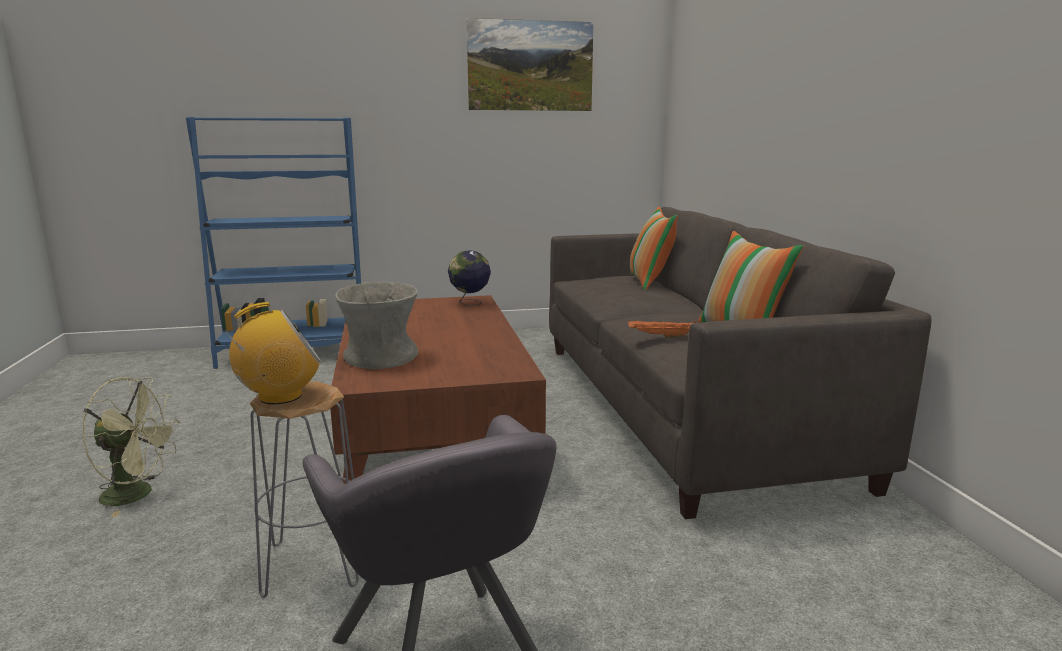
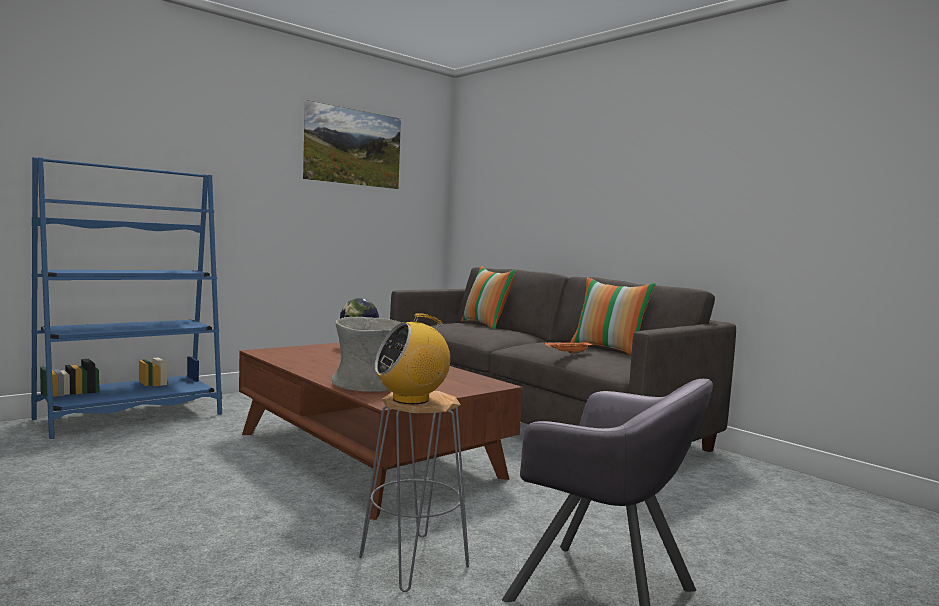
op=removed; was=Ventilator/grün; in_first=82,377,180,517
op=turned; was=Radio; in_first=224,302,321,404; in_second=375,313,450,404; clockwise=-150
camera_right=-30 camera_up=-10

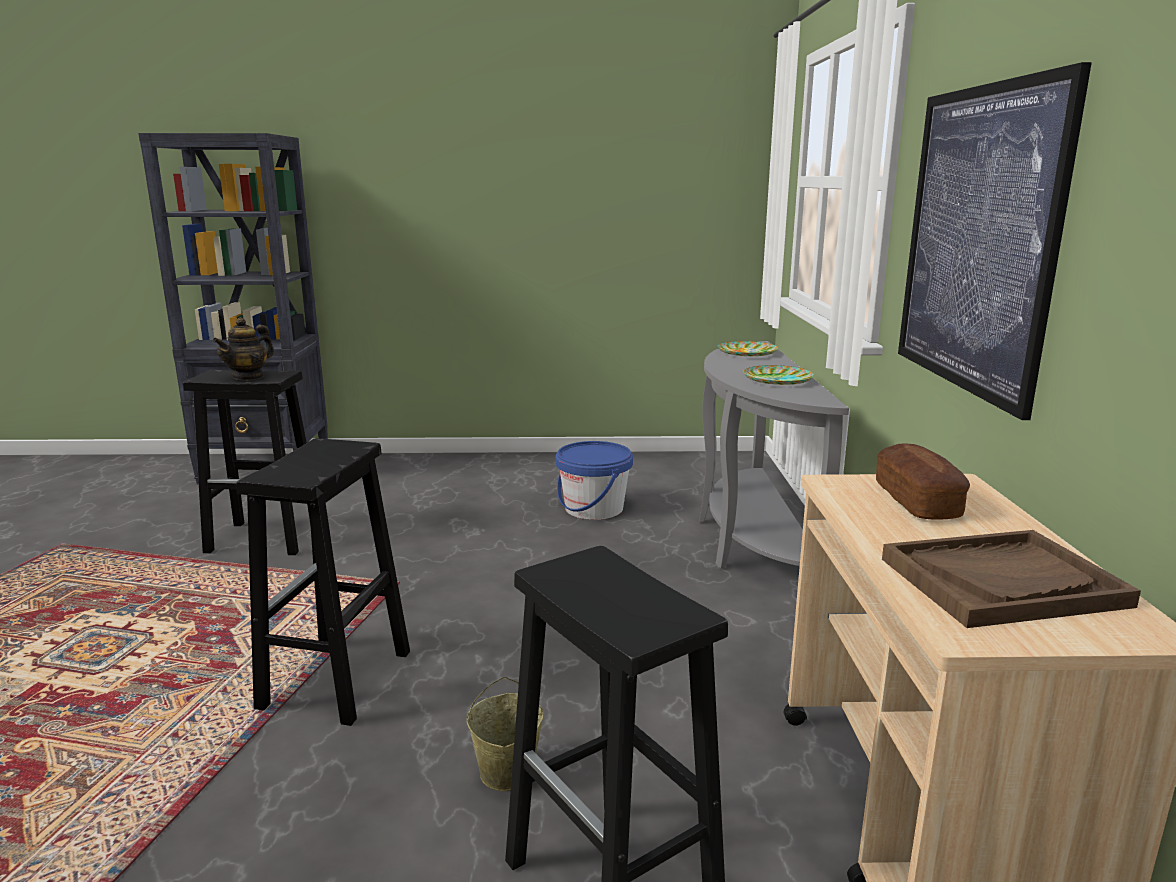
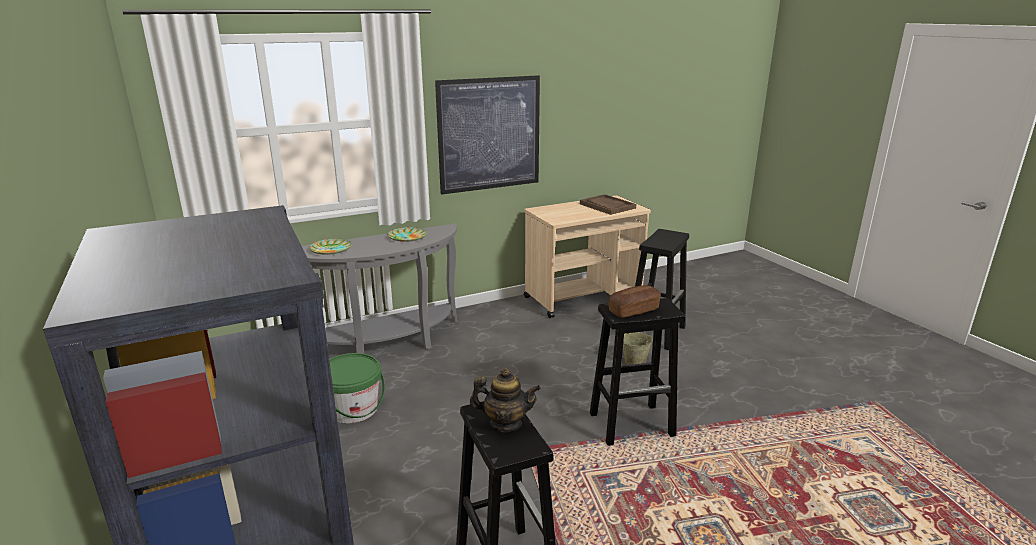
op=recoloured; was=Eimer/blau; now=Eimer/grün; in_first=556,441,633,520; in_second=329,353,385,423
op=moved; was=Brot; in_first=876,444,970,520; in_second=609,285,661,318
camera_right=-115 camera_up=5

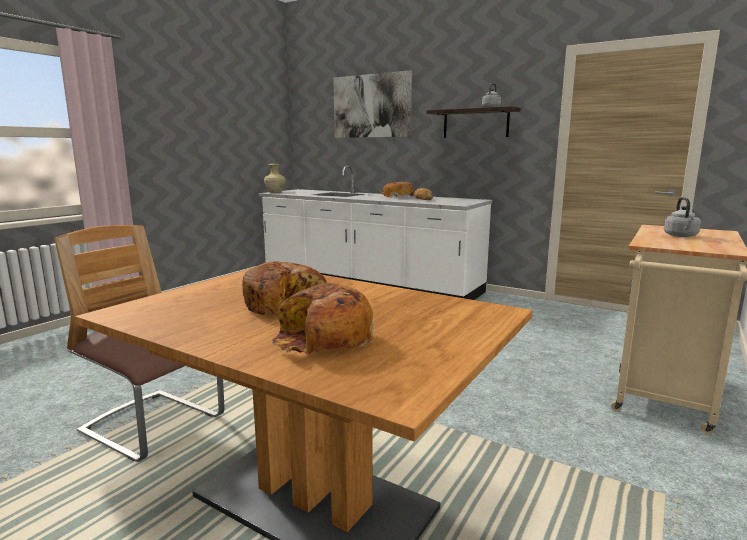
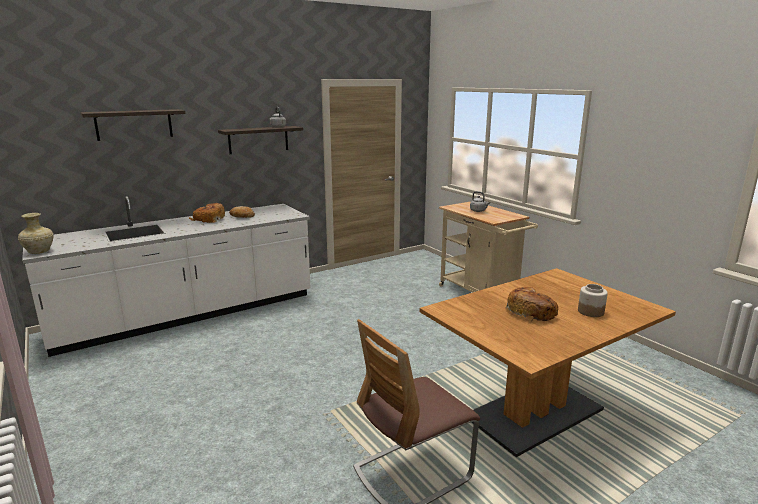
op=replaced; was=Brot; now=Vorratsglas; in_first=271,283,374,354; in_second=578,284,608,317
op=replaced; was=Bild; now=Wandregal; in_first=333,70,412,138; in_second=80,109,185,141
camera_right=-65 camera_up=5

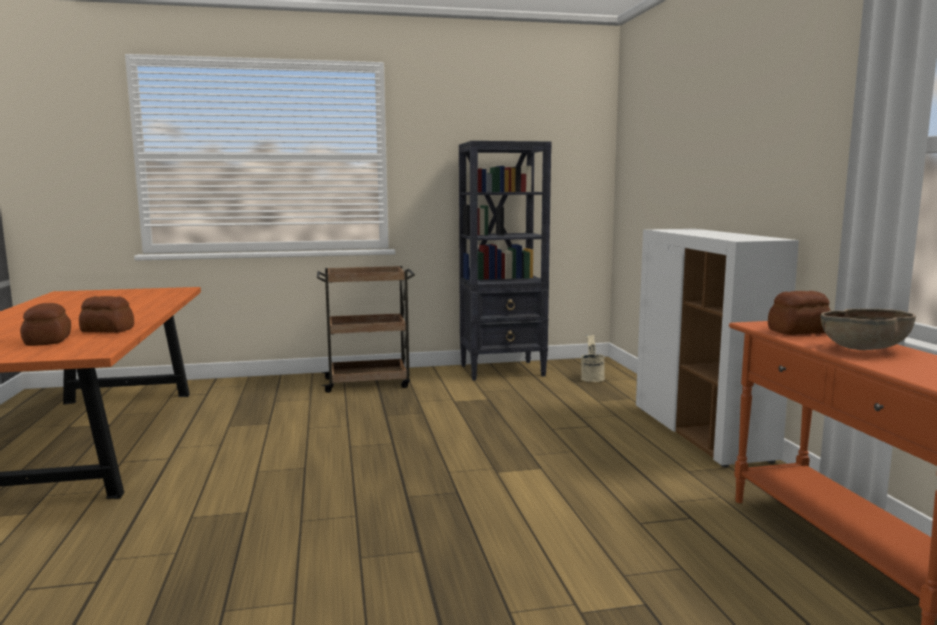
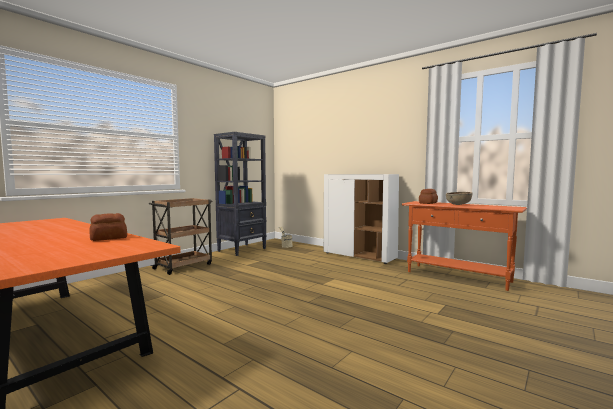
op=removed; was=Brot; in_first=20,303,71,346
camera_right=-40 camera_up=-5

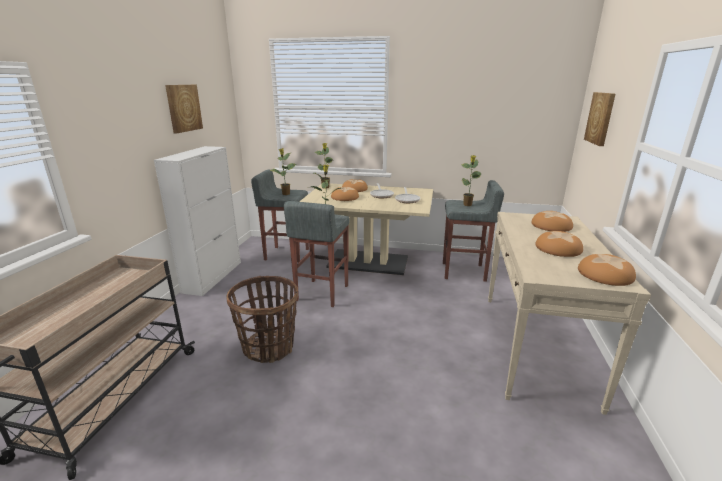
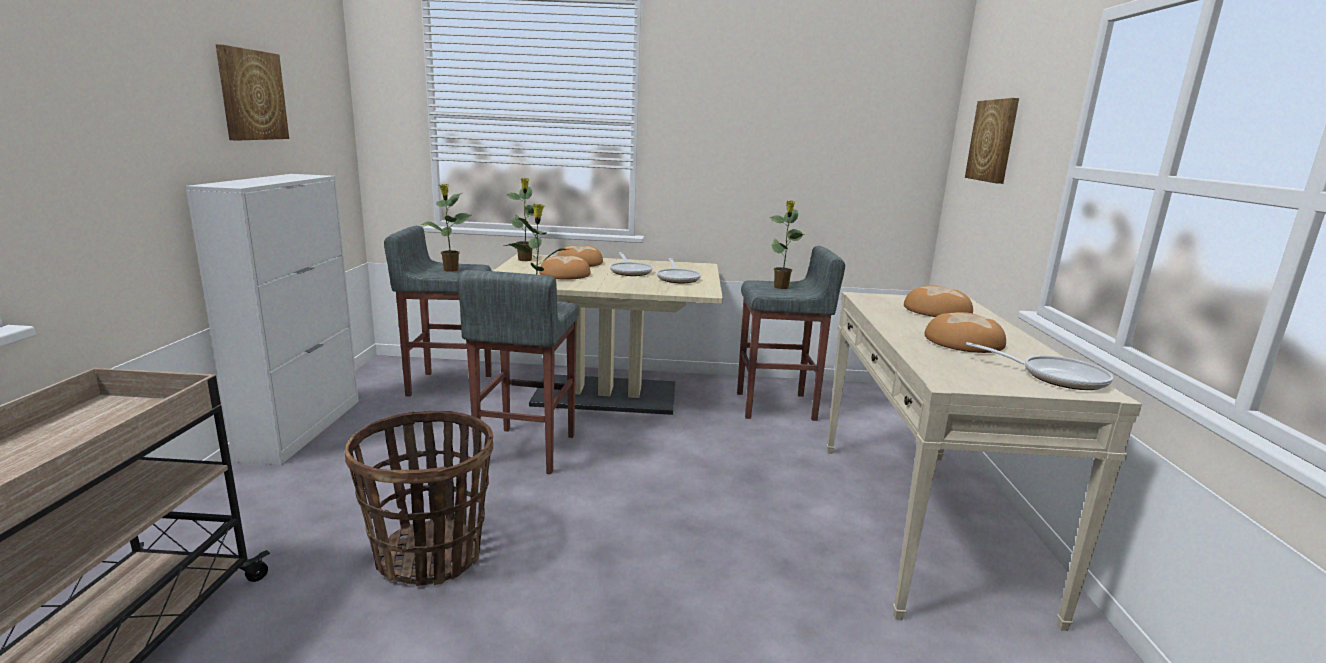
op=replaced; was=Brot; now=Pfanne; in_first=578,254,636,286; in_second=966,342,1113,390
camera_right=-10 camera_up=-5

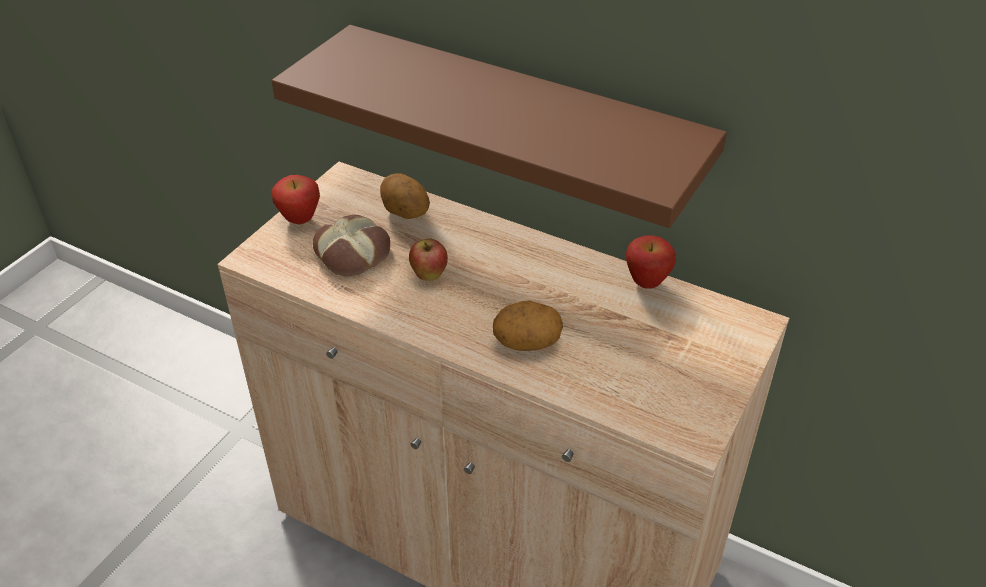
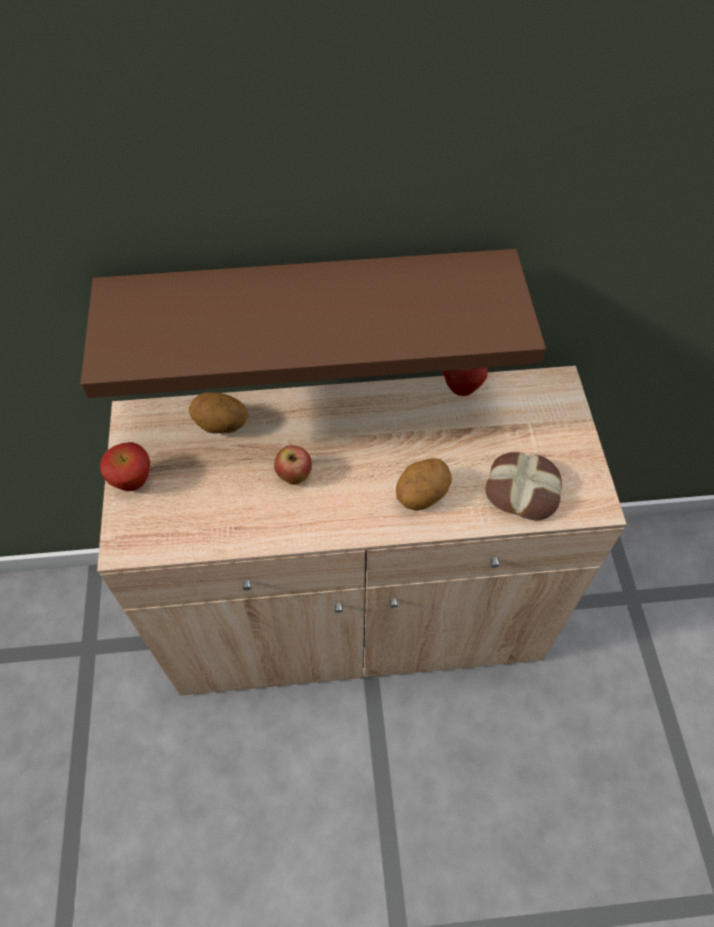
op=moved; was=Brot; in_first=313,215,390,276; in_second=485,452,562,520
camera_right=-35 camera_up=15

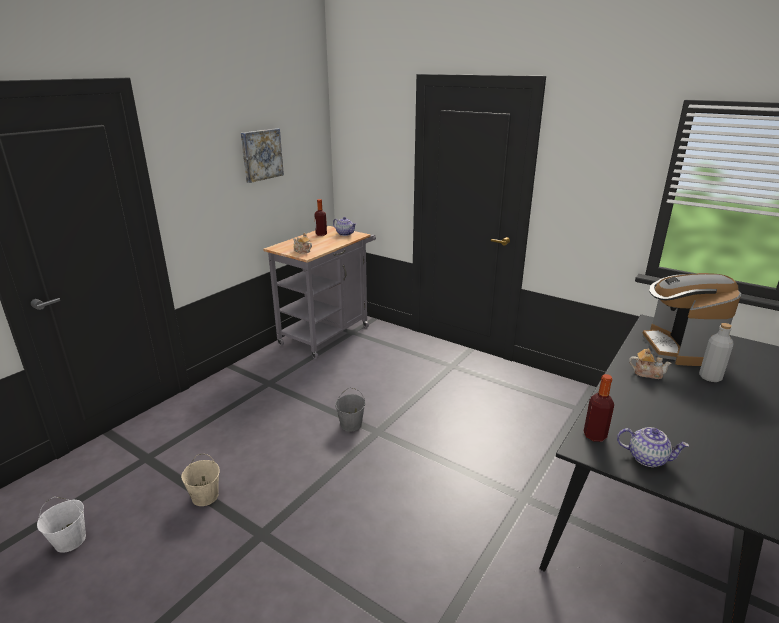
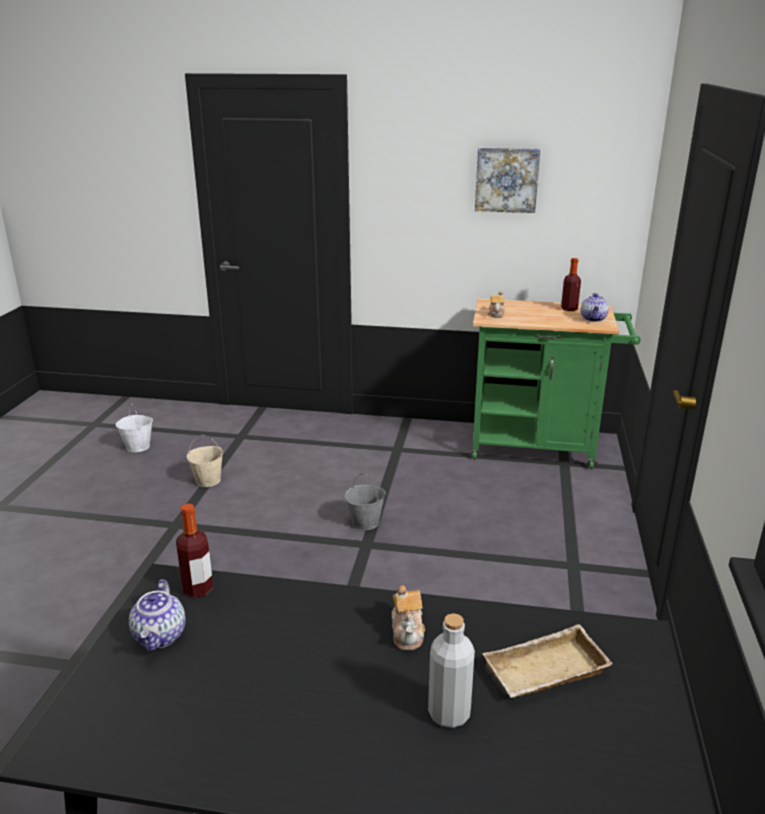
op=recoloured; was=Rollwagen/grau; now=Rollwagen/grün; in_first=263,226,376,359; in_second=472,298,641,469
op=replaced; was=Kaffeemaschine; now=Tablett/beige; in_first=642,273,741,366; in_second=482,624,613,698
camera_right=65 camera_up=0

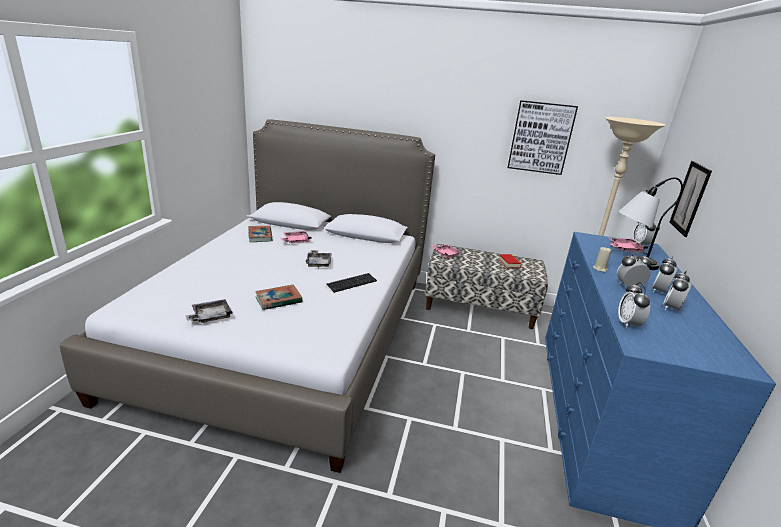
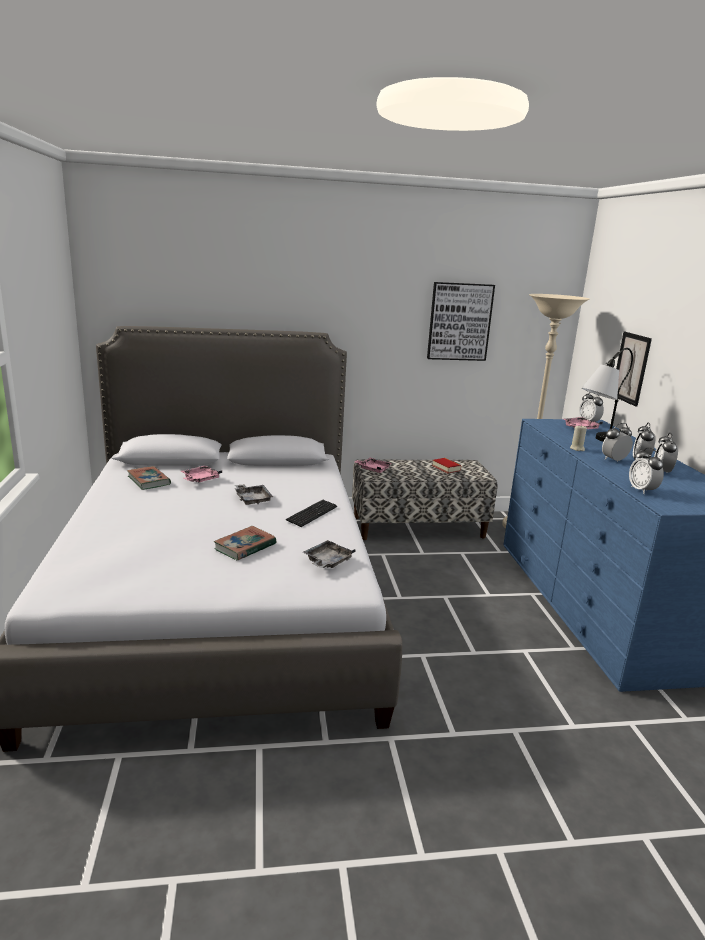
op=moved; was=Tablett/grau; in_first=186,299,232,323; in_second=303,540,356,568
camera_right=-20 camera_up=-5

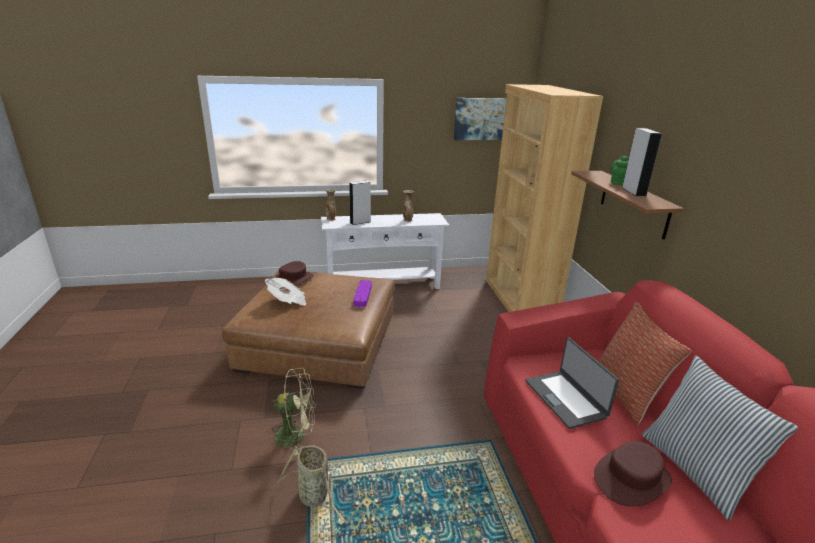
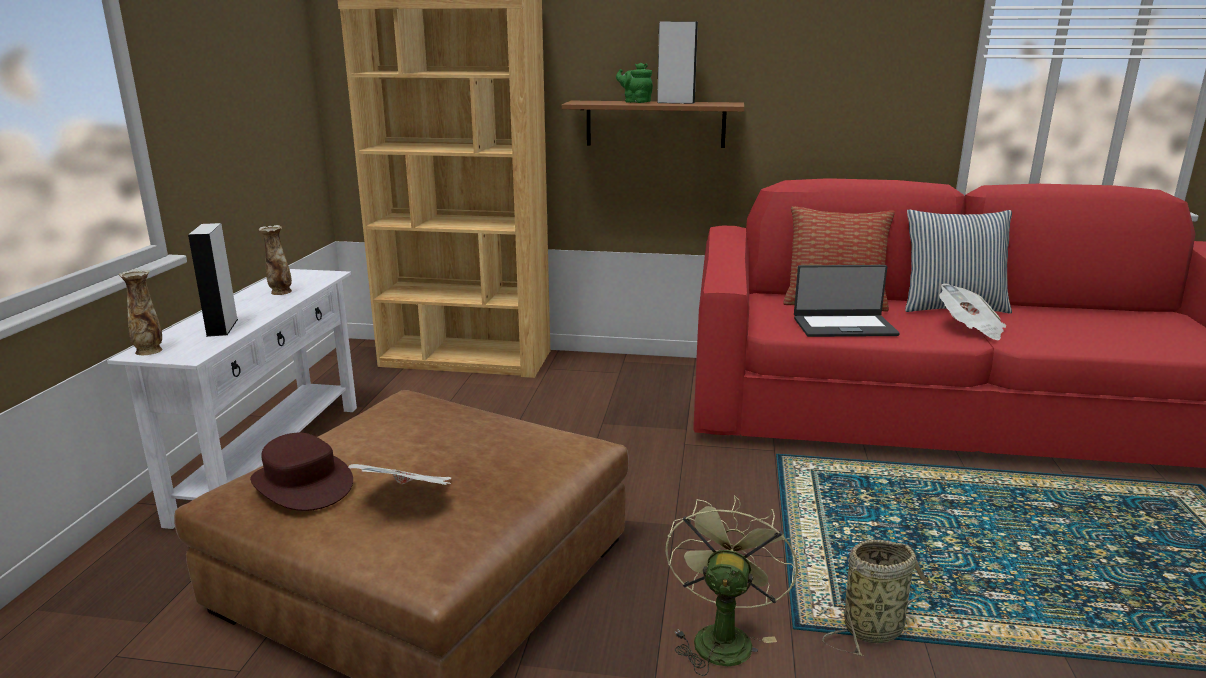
op=removed; was=Tablett/lila; in_first=353,280,372,307
op=removed; was=Bild; in_first=454,98,506,140
op=replaced; was=Hut/braun; now=Zeitung; in_first=594,441,672,507; in_second=939,283,1006,341
camera_right=-70 camera_up=-5

